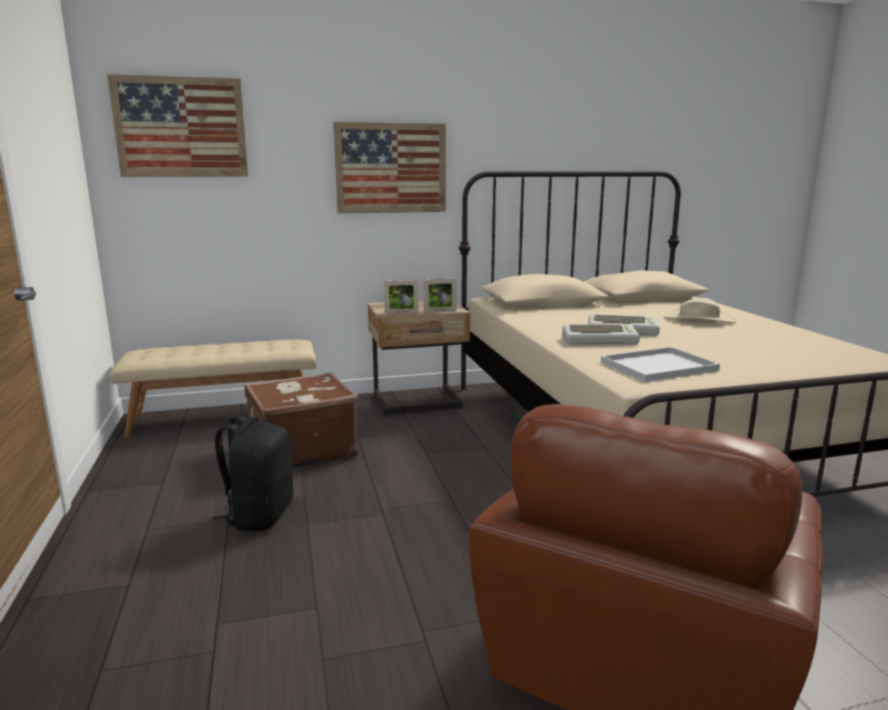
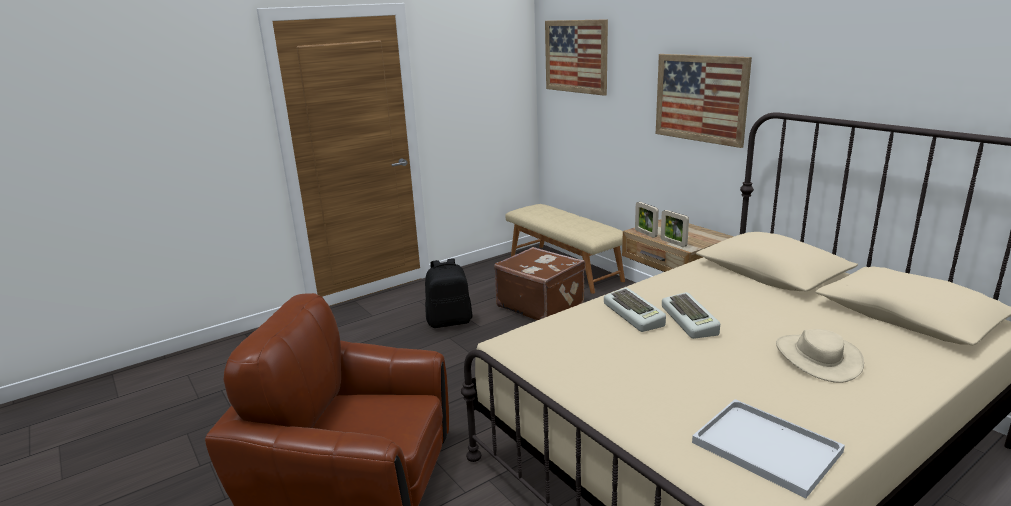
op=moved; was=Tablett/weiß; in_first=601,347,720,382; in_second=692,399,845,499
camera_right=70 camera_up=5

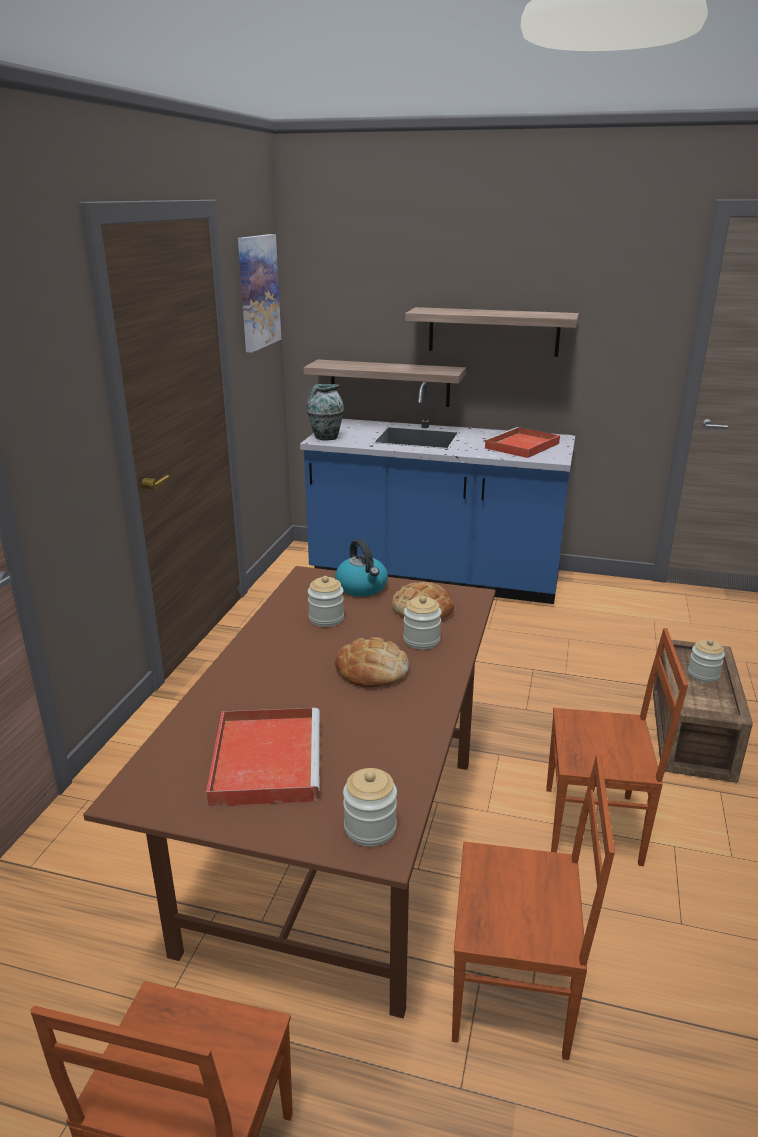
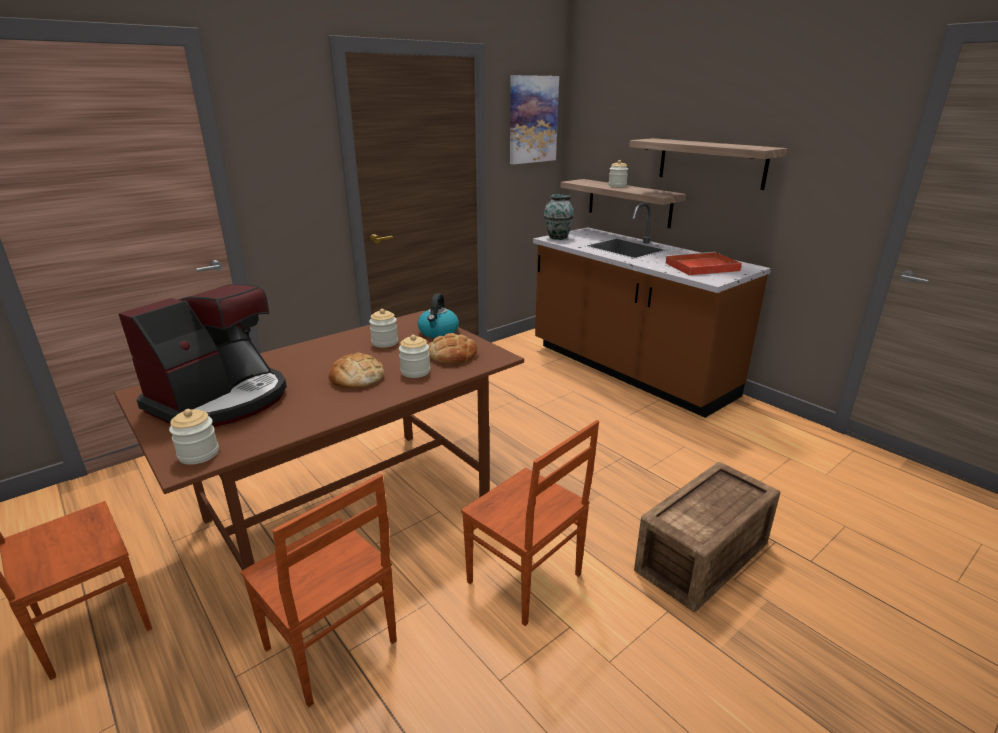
op=replaced; was=Tablett/rot; now=Kaffeemaschine; in_first=206,708,320,807; in_second=118,284,287,427
op=recoloured; was=Küchenzeile/blau; now=Küchenzeile/braun; in_first=300,382,575,604; in_second=533,203,771,418
op=moved; was=Vorratsglas; in_first=688,639,725,683; in_second=608,160,628,187
camera_right=35 camera_up=0

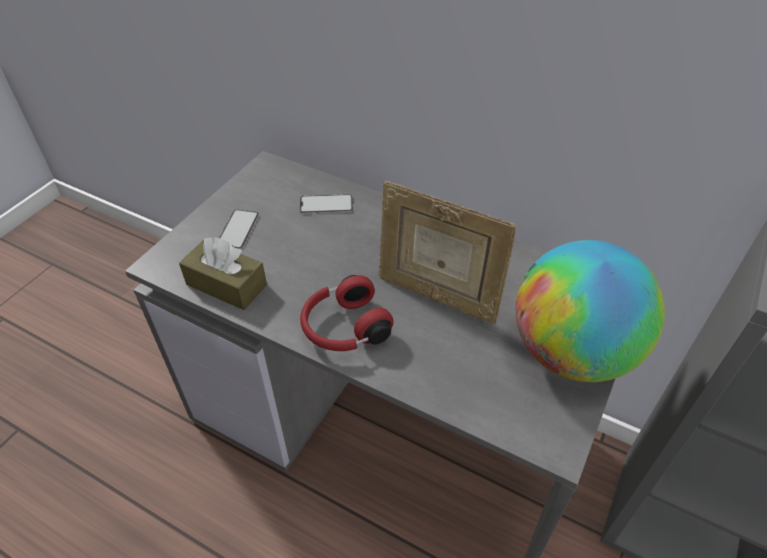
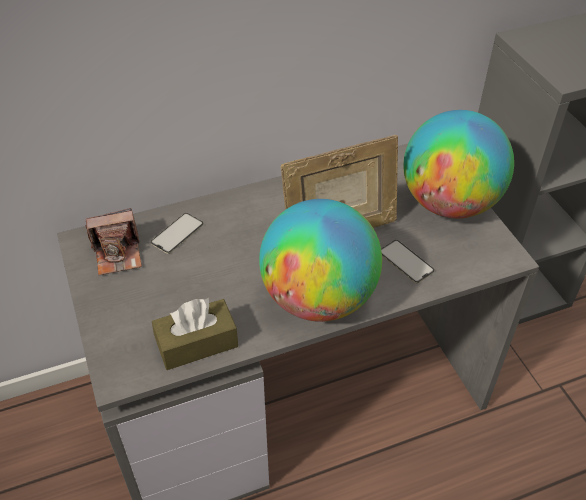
op=moved; was=Handy; in_first=219,210,259,249; in_second=381,240,435,283
op=replaced; was=Kopfhörer/rot; now=Globus; in_first=300,275,394,351; in_second=259,199,382,322
op=added; now=Kamera; in_second=85,208,142,275
camera_right=-50 camera_up=0

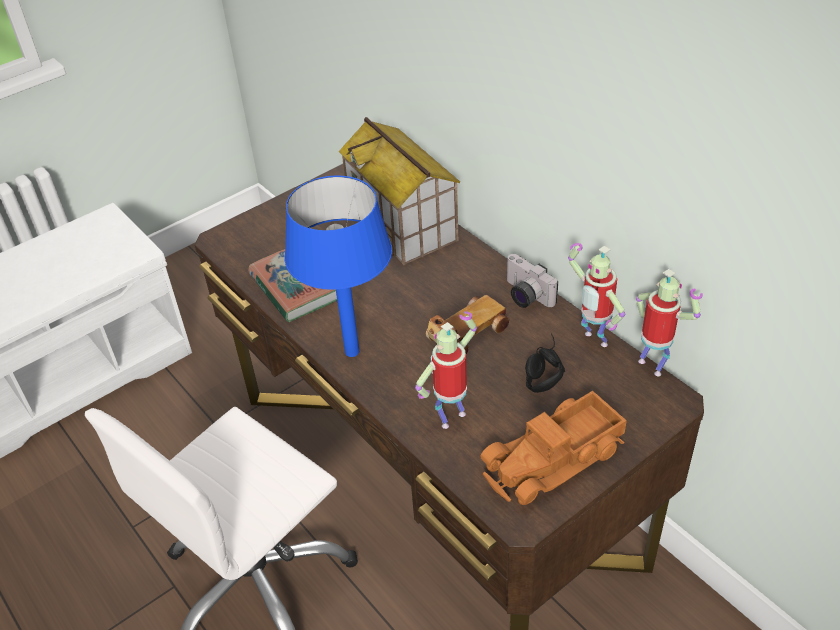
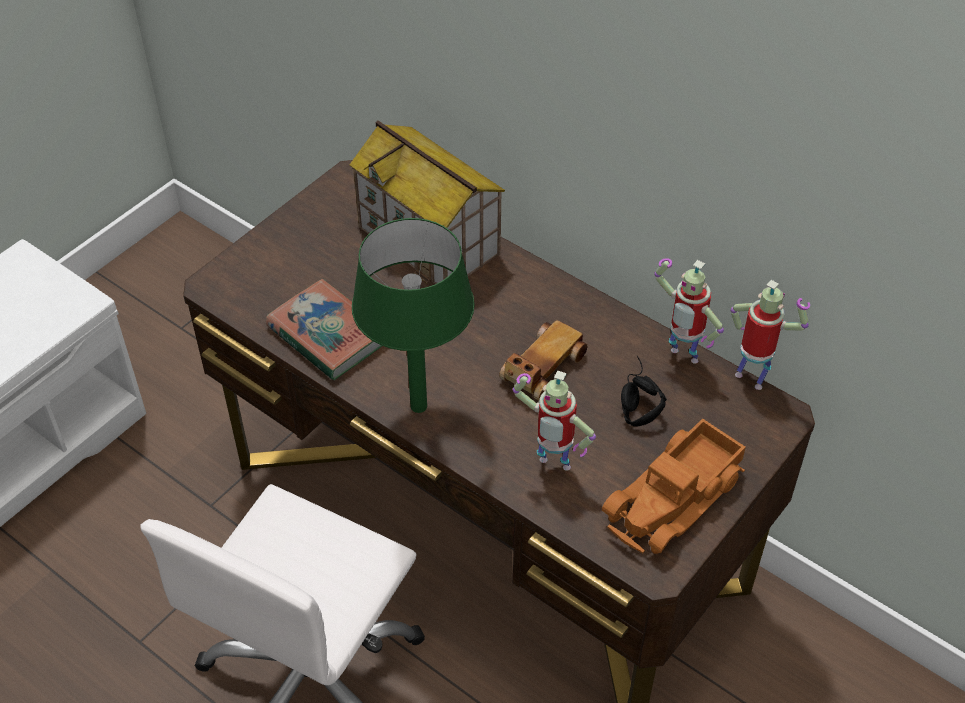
op=recoloured; was=Tischlampe/blau; now=Tischlampe/grün; in_first=284,175,392,357; in_second=352,218,475,413
op=turned; was=Spielzeugroboter; in_first=415,311,477,429; in_second=513,370,596,471; clockwise=-105
op=removed; was=Kamera; in_first=506,254,558,308
camera_right=-15 camera_up=5

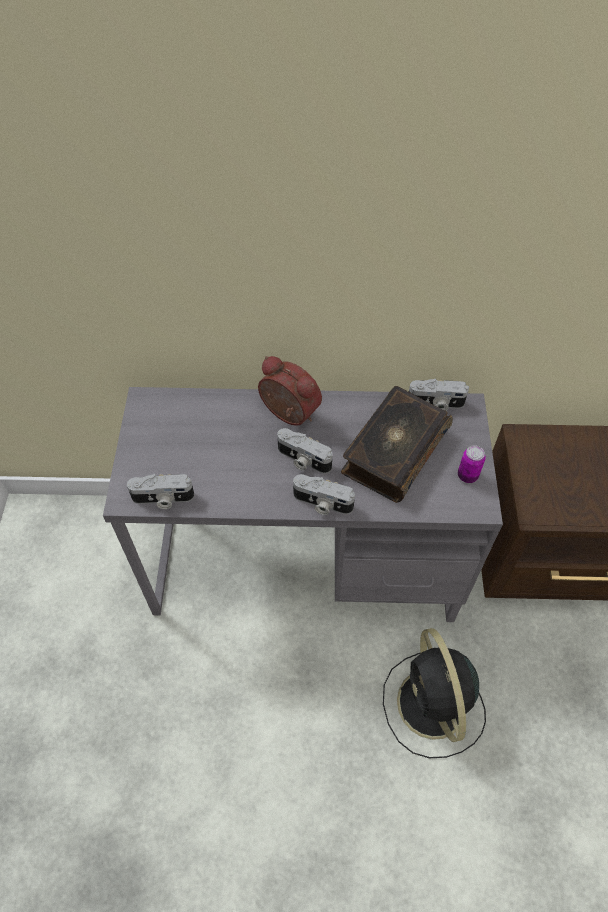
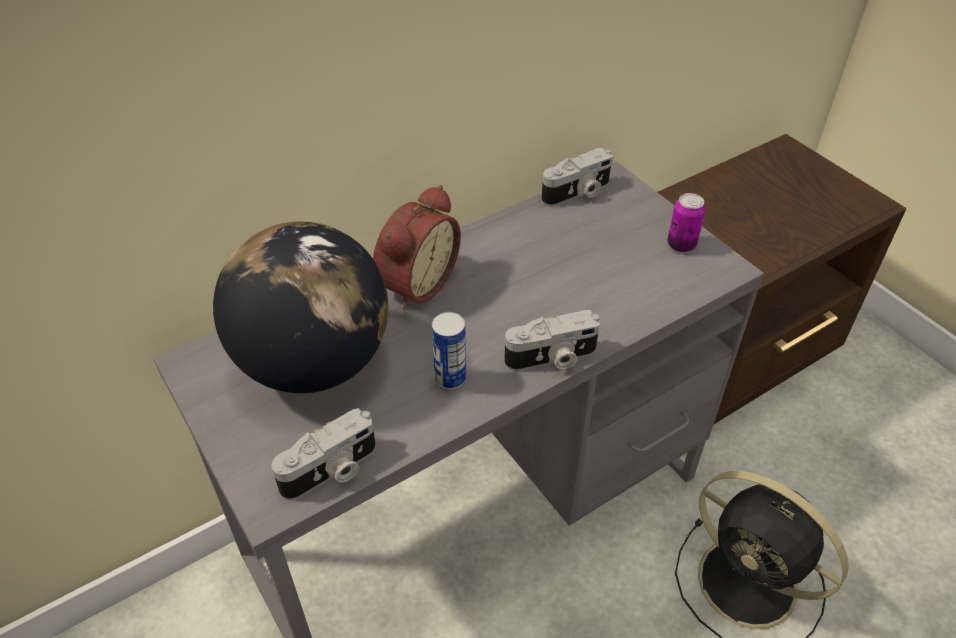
op=turned; was=Wecker; in_first=258,356,322,426; in_second=373,185,461,309; clockwise=120
op=removed; was=Kamera; in_first=277,428,333,474
op=removed; was=Buch; in_first=341,386,453,503
op=added; now=Globus; in_second=213,221,388,393
op=added; now=Dose; in_second=432,312,466,391
camera_right=-35 camera_up=-10

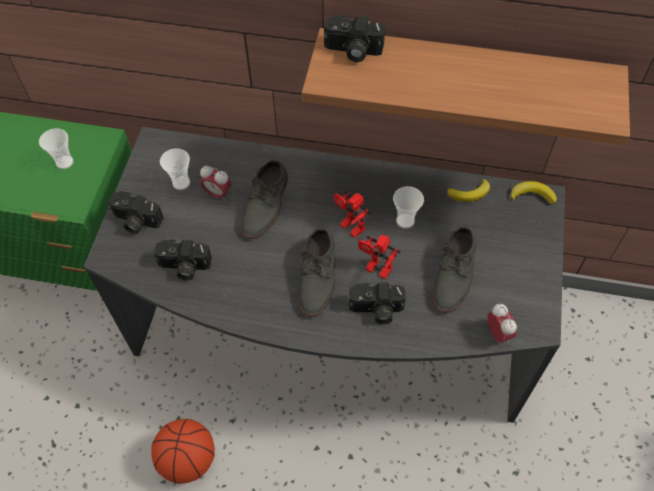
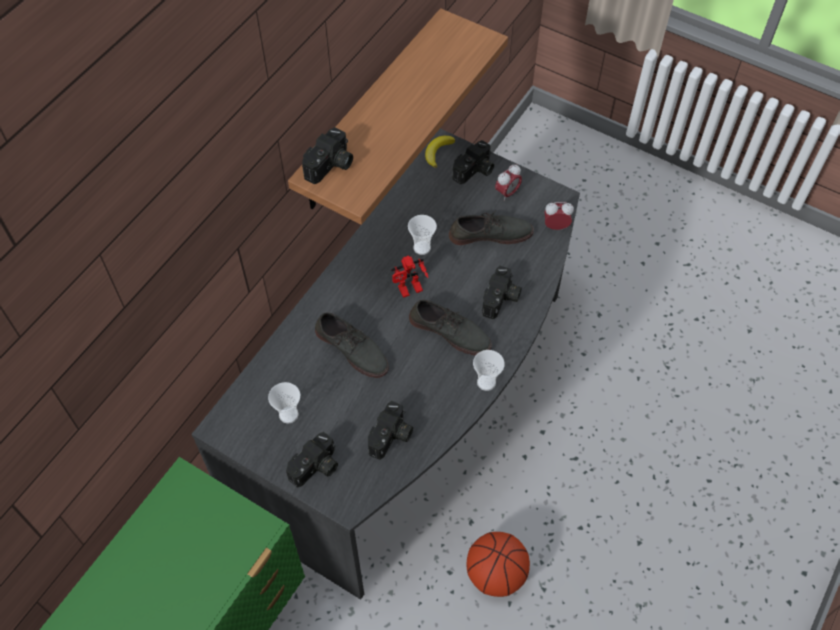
op=moved; was=Tasse; in_first=39,128,73,169; in_second=473,350,504,391
op=moved; was=Wecker; in_first=200,166,231,201; in_second=495,165,522,201
op=removed; was=Spielzeugroboter; in_first=358,234,401,280
op=turned; was=Schuh/grau; in_first=432,227,476,313; in_second=449,211,534,245; clockwise=-45
op=removed; was=Banane; in_first=447,179,490,202
op=added; now=Kamera; in_second=452,140,494,184
camera_right=-70 camera_up=0

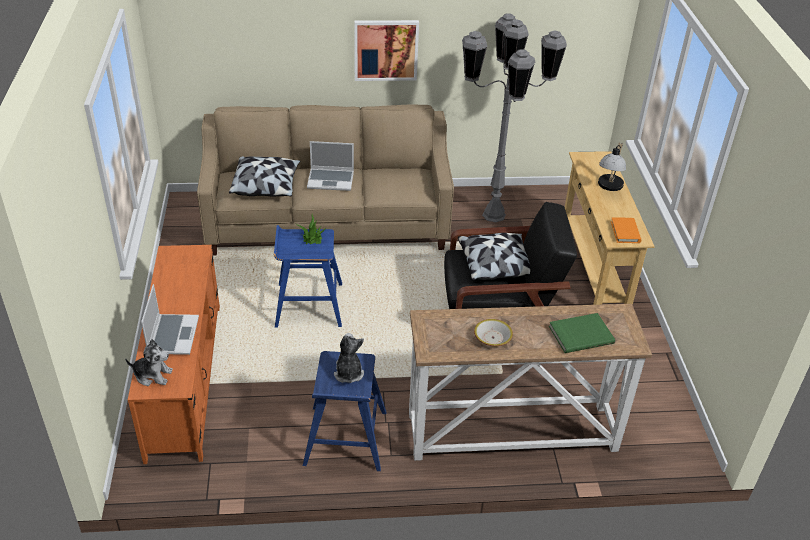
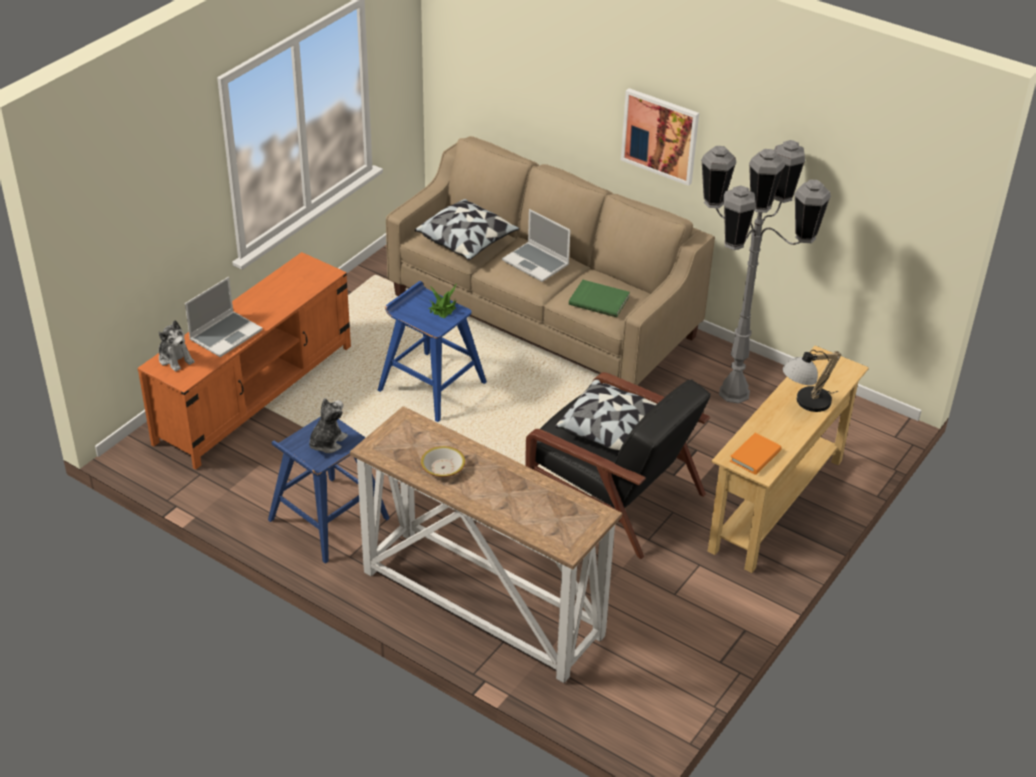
op=moved; was=Buch/grün; in_first=549,313,615,353; in_second=569,280,630,317
camera_right=40 camera_up=0

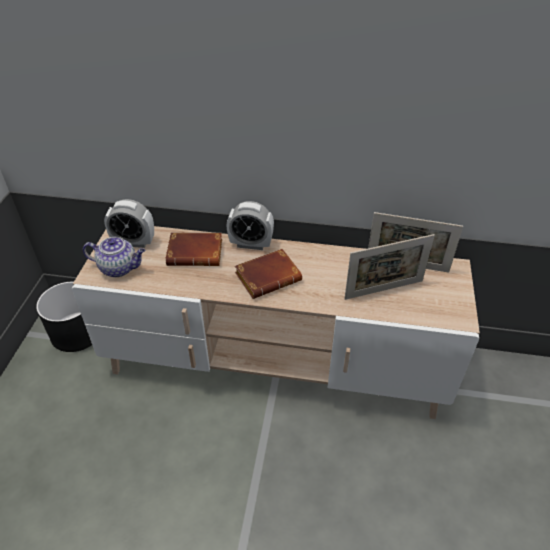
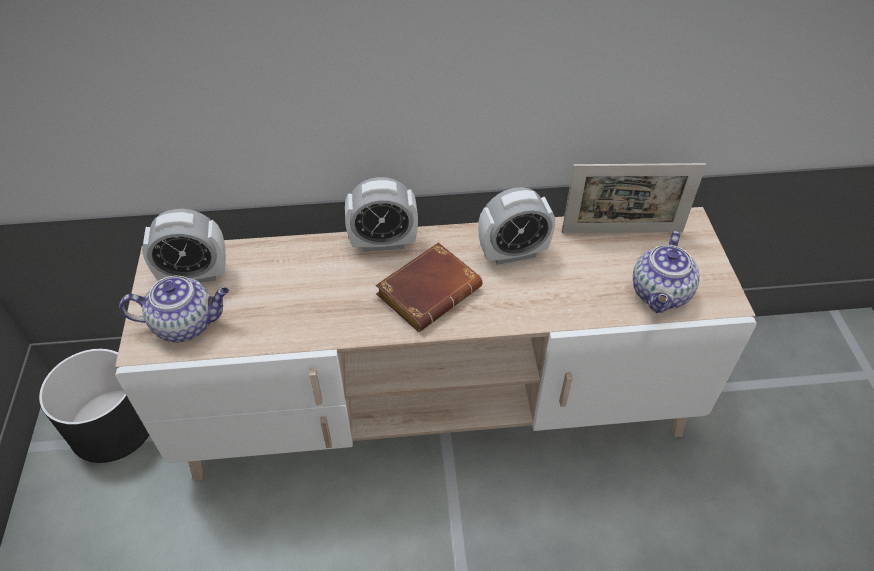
op=removed; was=Buch/braun; in_first=166,232,222,266
op=removed; was=Bilderrahmen; in_first=344,234,435,300
op=added; now=Wecker; in_second=478,187,555,265
op=added; now=Teekanne; in_second=633,231,700,313
camera_right=-15 camera_up=5

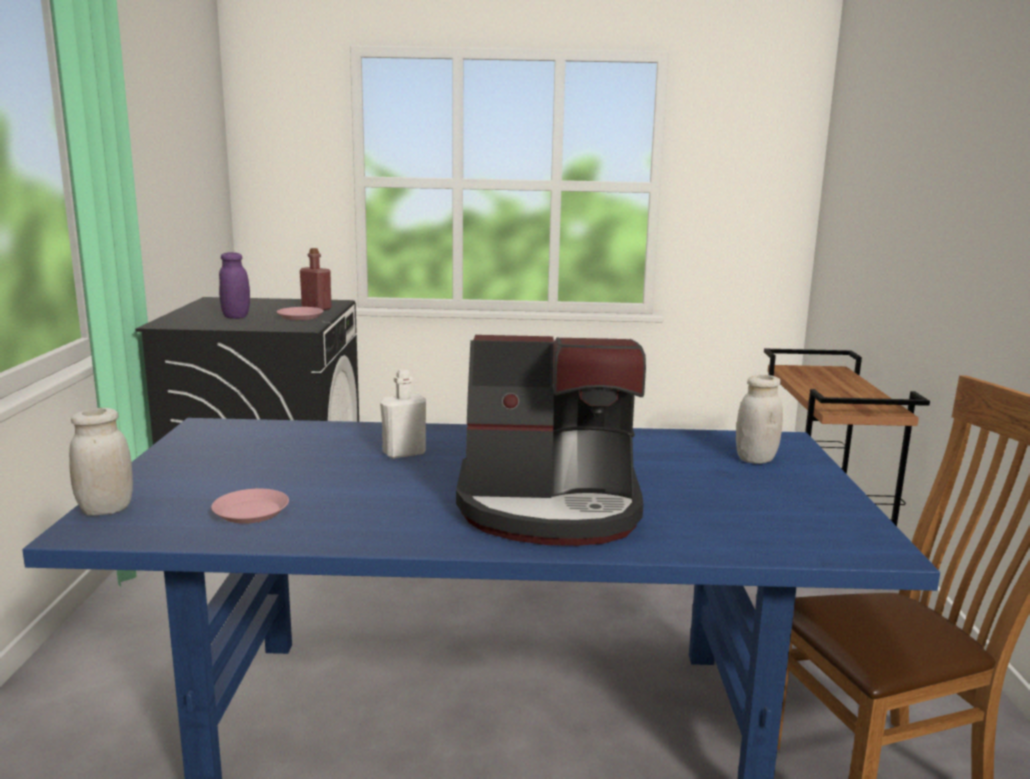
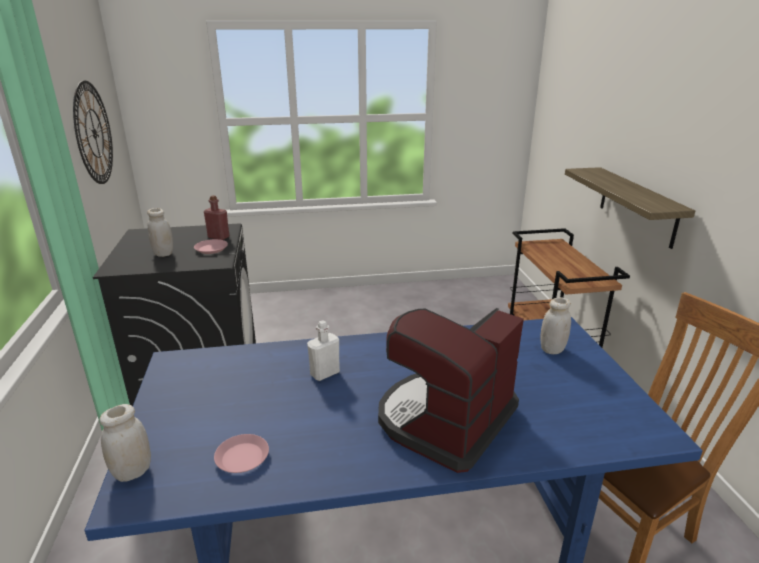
op=recoloured; was=Vorratsglas/lila; now=Vorratsglas/weiß; in_first=219,252,250,319; in_second=147,208,173,257
op=turned; was=Kaffeemaschine; in_first=456,335,646,546; in_second=378,308,524,473; clockwise=135
op=added; now=Wanduhr; in_second=73,80,113,184
op=added; now=Wandregal; in_second=565,167,695,249
camera_right=-10 camera_up=10

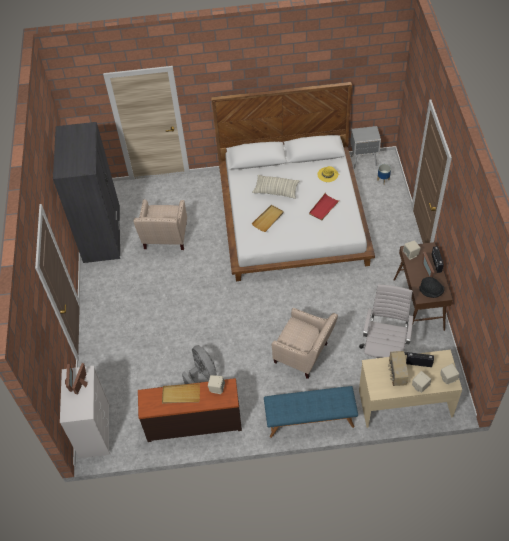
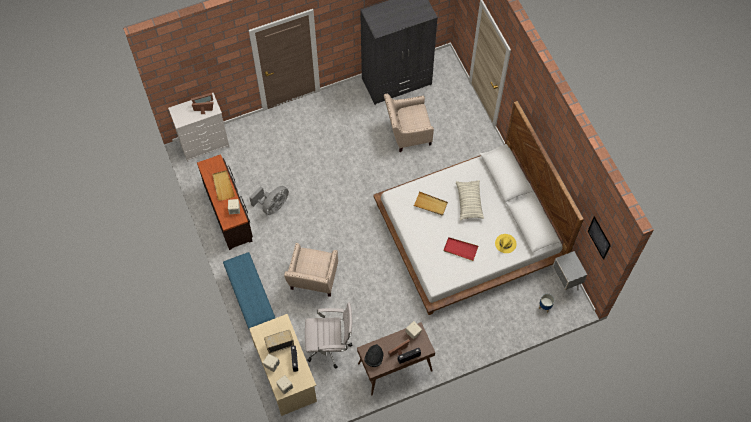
op=added; now=Bild; in_second=588,216,611,260
camera_right=70 camera_up=10

